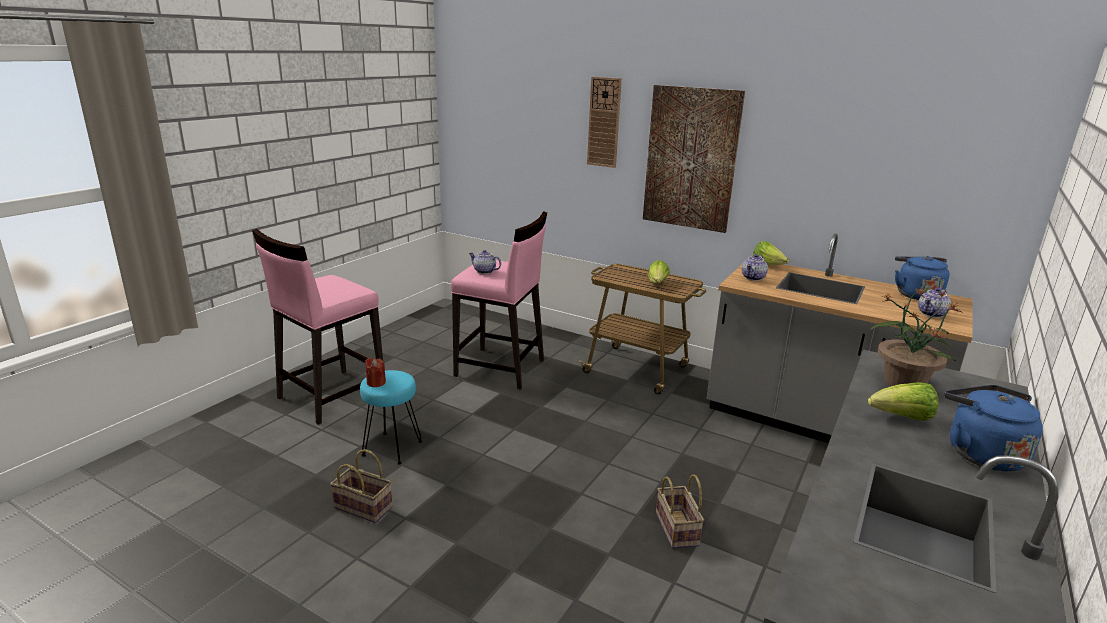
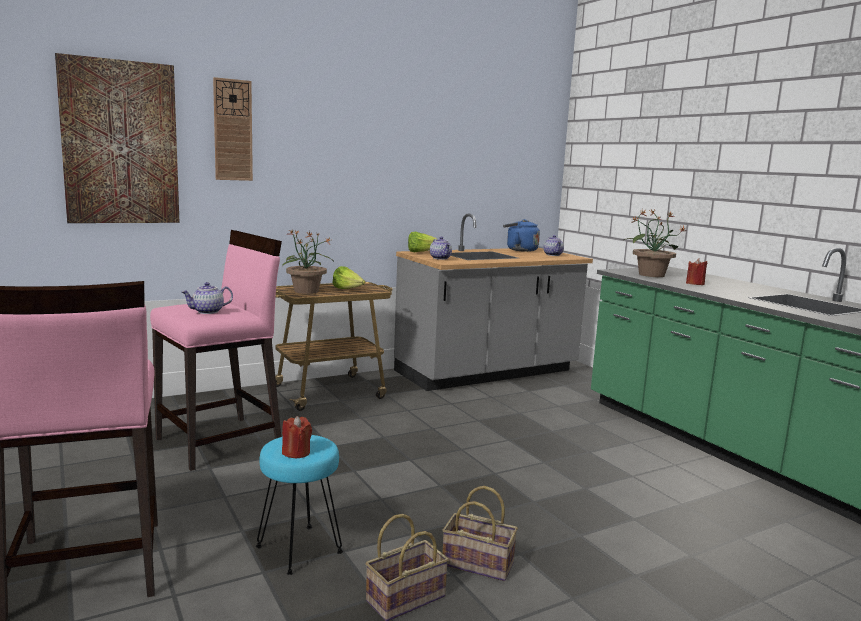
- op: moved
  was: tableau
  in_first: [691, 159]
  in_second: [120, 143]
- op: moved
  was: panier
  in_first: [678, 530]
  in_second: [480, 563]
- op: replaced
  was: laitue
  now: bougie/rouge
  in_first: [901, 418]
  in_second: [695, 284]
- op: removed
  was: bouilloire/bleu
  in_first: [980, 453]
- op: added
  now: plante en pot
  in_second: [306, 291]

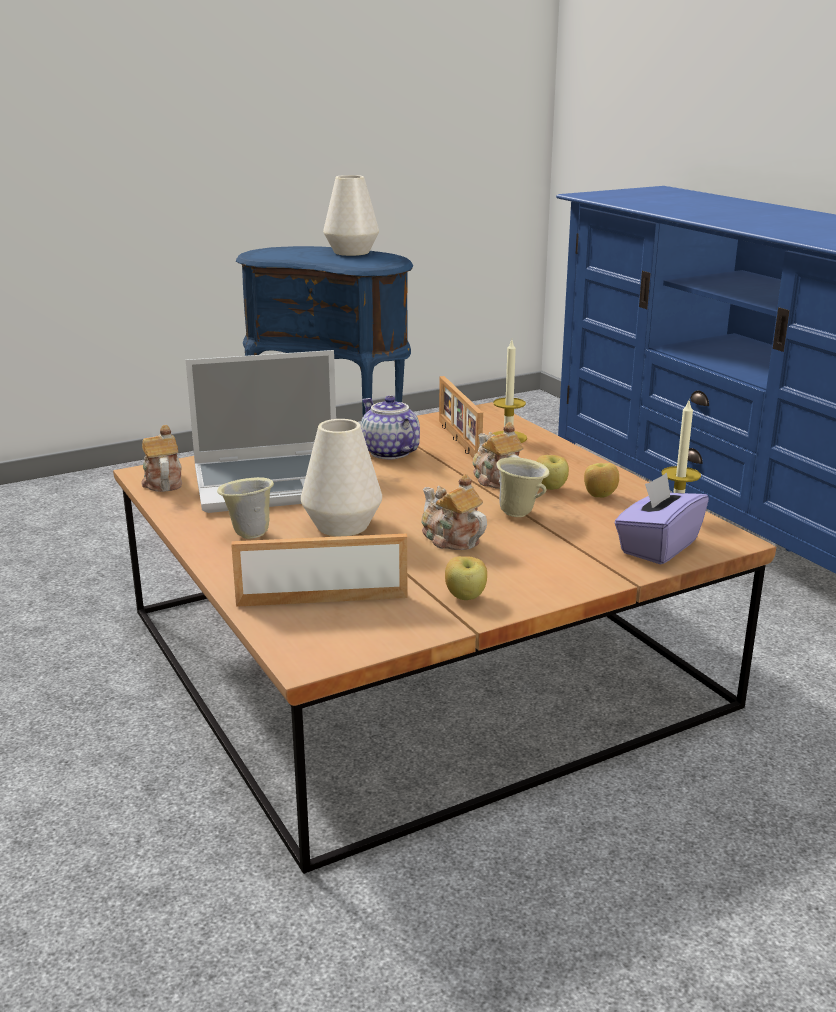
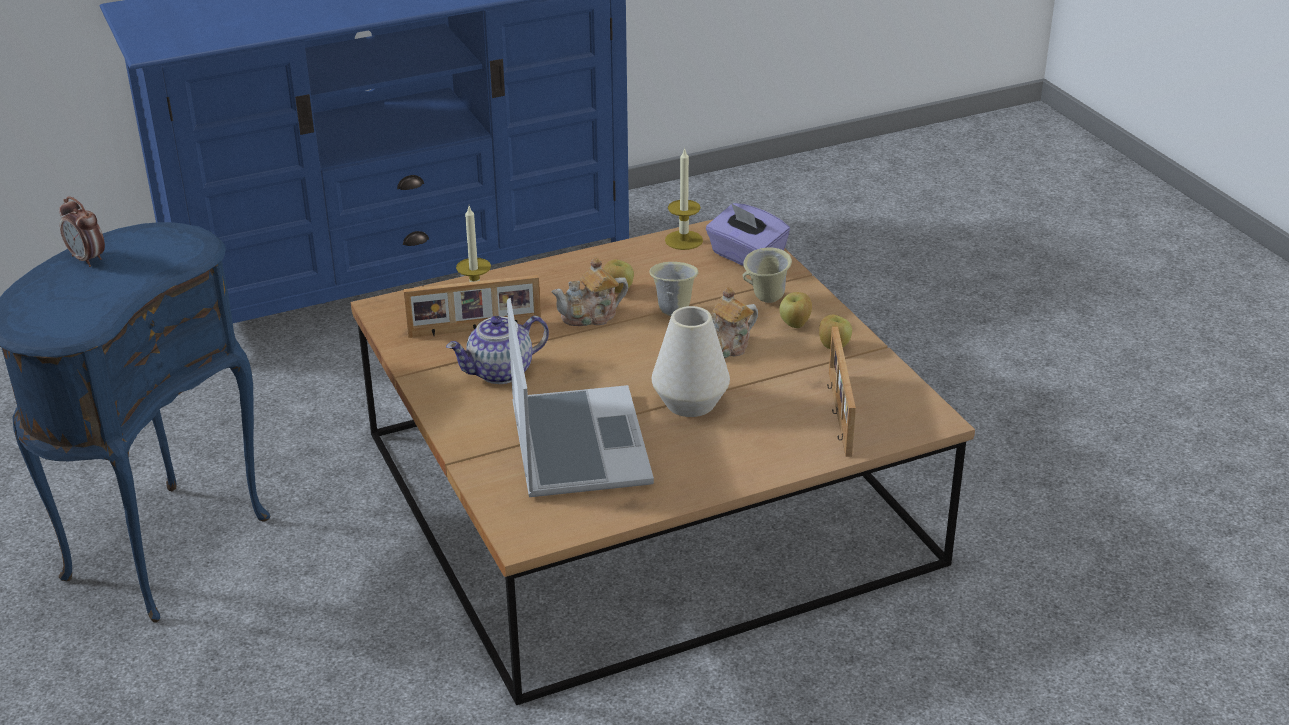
- op: removed
  was: théière
  in_first: [162, 482]
- op: moved
  was: mug/beige
  in_first: [248, 534]
  in_second: [766, 300]
- op: replaced
  was: vase/blanc
  now: réveil
  in_first: [351, 252]
  in_second: [87, 259]
- op: moved
  was: pomme
  in_first: [599, 496]
  in_second: [795, 325]

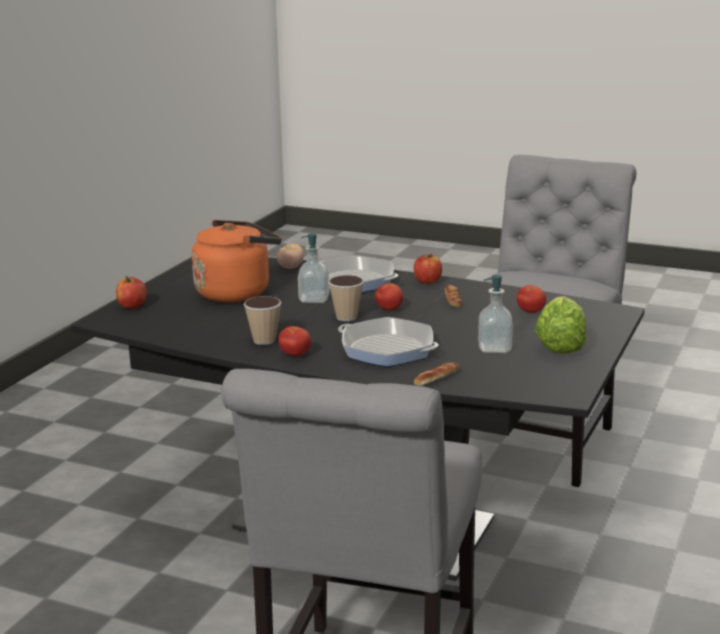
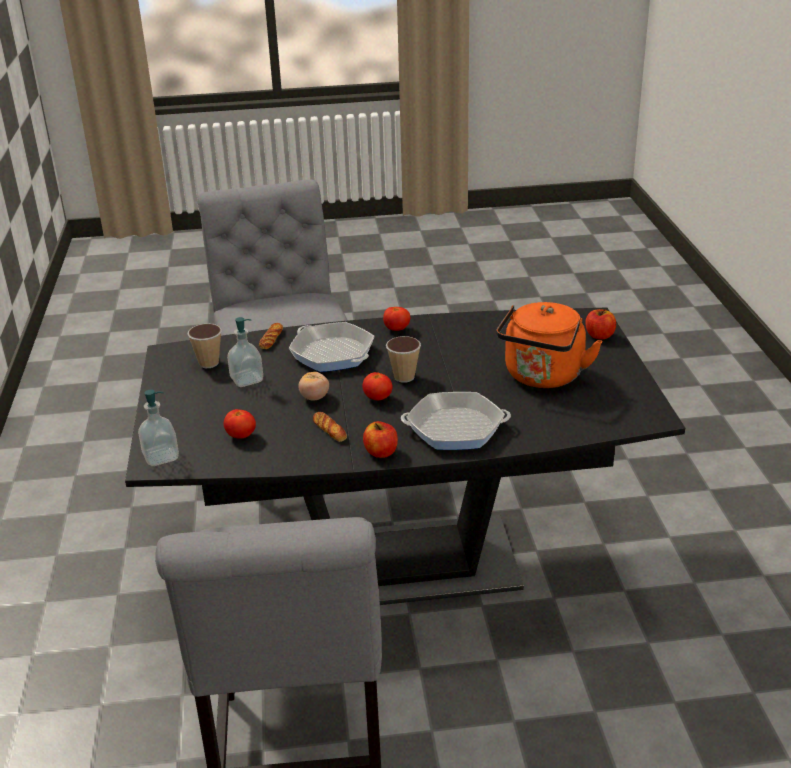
- op: moved
  was: tasse
  in_first: [264, 340]
  in_second: [209, 363]
- op: moved
  was: tomate
  in_first: [290, 267]
  in_second: [314, 397]
- op: moved
  was: distributeur de savon
  in_first: [314, 299]
  in_second: [161, 457]
- op: turned
  was: poêle
  in_first: [387, 349]
  in_second: [332, 353]
  clockwise: 45
- op: removed
  was: laitue
  in_first: [560, 346]

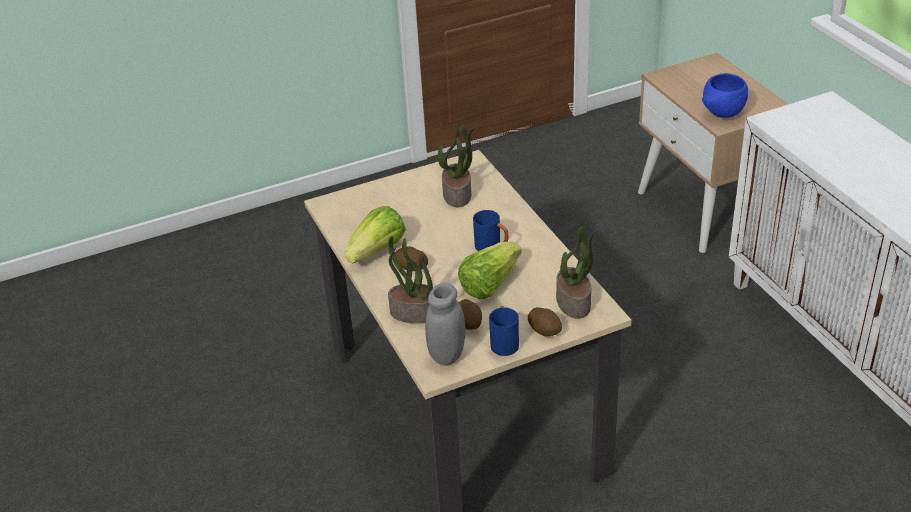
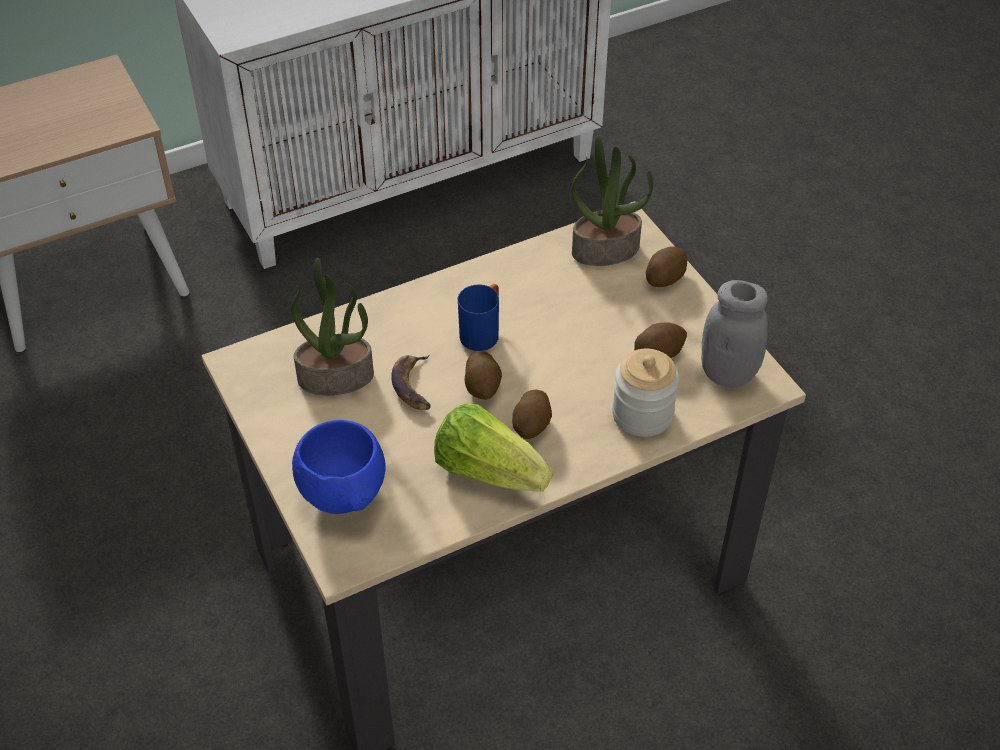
- op: replaced
  was: plante en pot
  now: bocal
  in_first: [414, 313]
  in_second: [642, 414]
- op: removed
  was: laitue
  in_first: [489, 284]
- op: removed
  was: mug/bleu
  in_first: [504, 342]
- op: moved
  was: bol/bleu
  in_first: [722, 114]
  in_second: [344, 497]
- op: added
  now: banane
  in_second: [413, 386]
- op: added
  now: pomme de terre
  in_second: [483, 387]

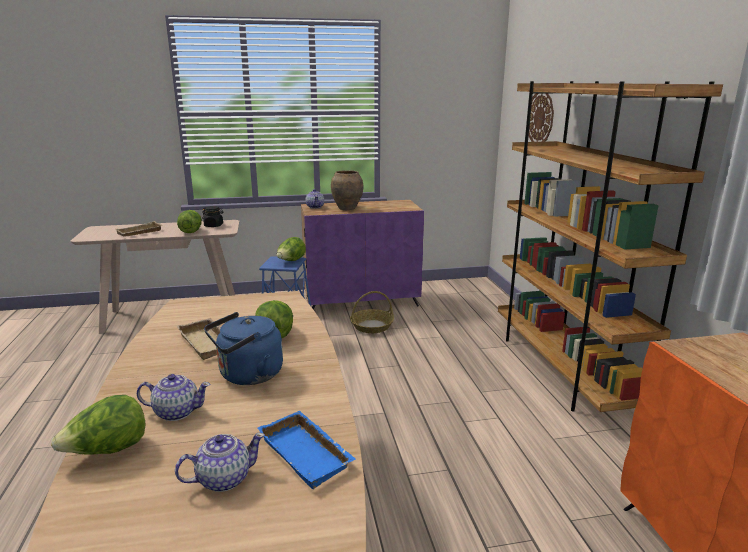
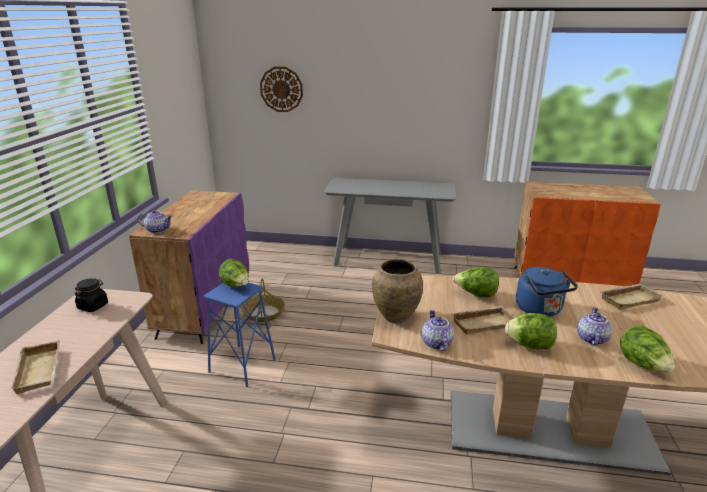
- op: moved
  was: théière
  in_first: [223, 479]
  in_second: [436, 343]
- op: moved
  was: laitue
  in_first: [191, 232]
  in_second: [529, 345]
- op: recoloured
  was: plateau/bleu
  now: plateau/beige
  in_first: [308, 453]
  in_second: [628, 299]
- op: moved
  was: vase/marron
  in_first: [347, 208]
  in_second: [395, 317]
- op: replaced
  was: bibliothèque/marron
  now: table console/gris
  in_first: [561, 369]
  in_second: [388, 259]

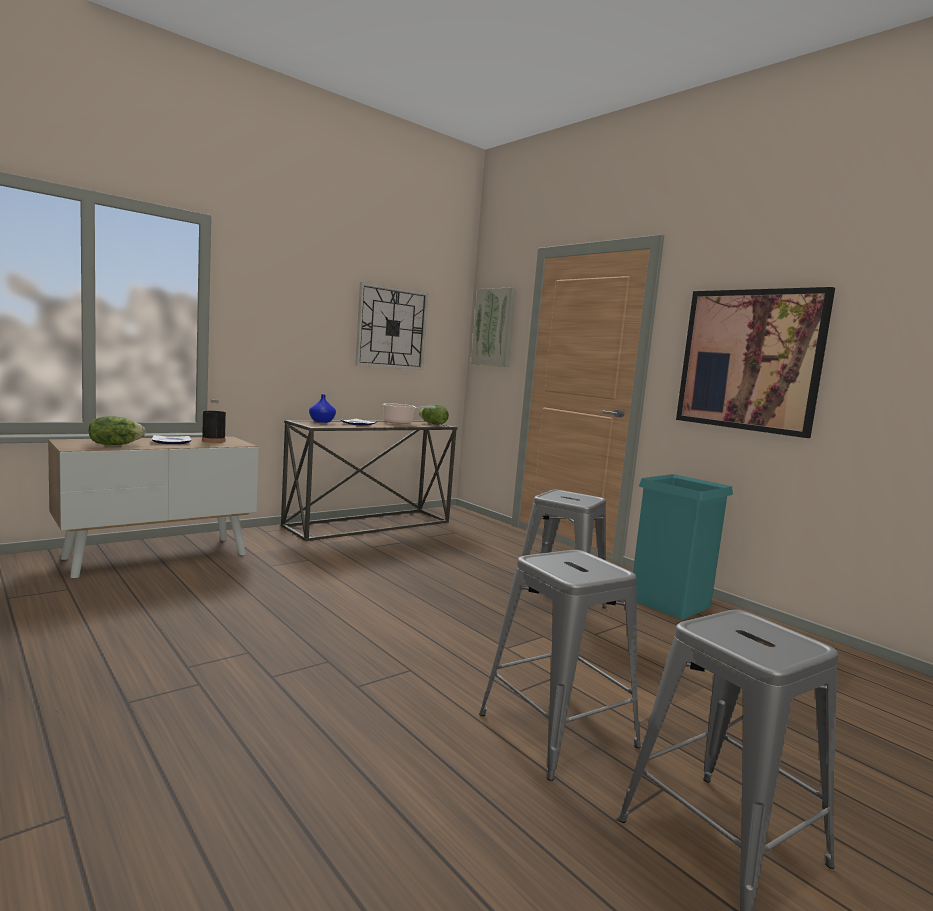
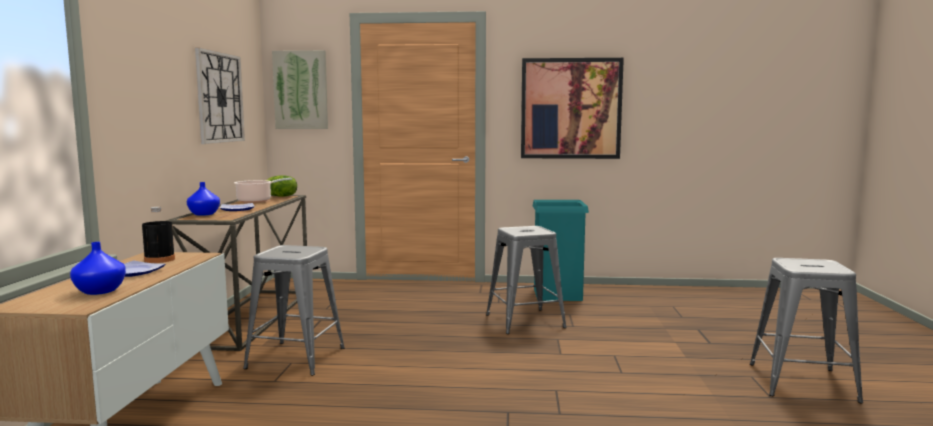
- op: replaced
  was: laitue
  now: vase/bleu
  in_first: [115, 445]
  in_second: [99, 291]
- op: moved
  was: tabouret/gris
  in_first: [558, 730]
  in_second: [296, 358]

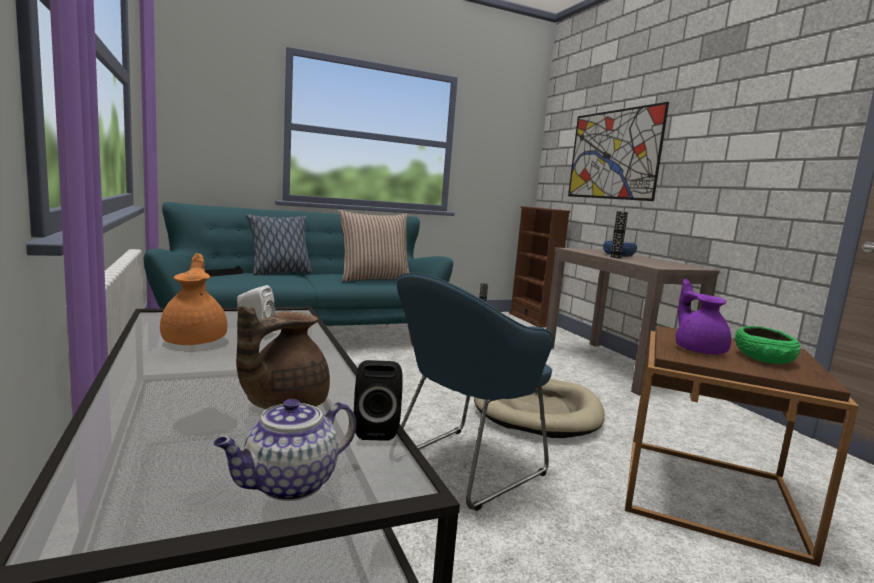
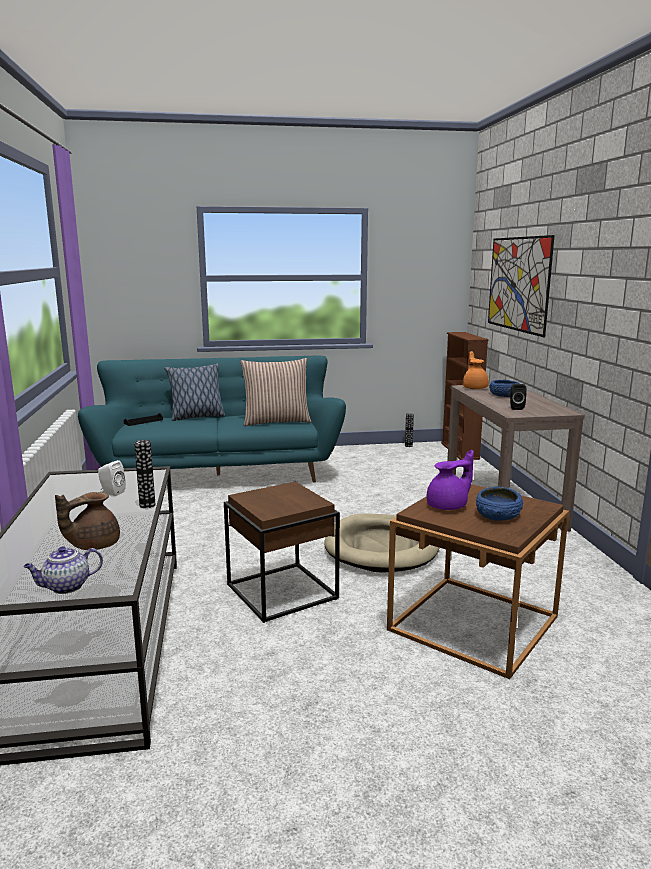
- op: moved
  was: théière/orange
  in_first: [196, 340]
  in_second: [475, 388]
- op: moved
  was: enceinte/noir
  in_first: [375, 429]
  in_second: [516, 408]
- op: replaced
  was: fauteuil/bleu
  now: table d'appoint/marron
  in_first: [461, 468]
  in_second: [280, 592]
- op: moved
  was: vase
  in_first: [615, 257]
  in_second: [147, 505]
- op: turned
  was: théière/violet
  in_first: [698, 350]
  in_second: [448, 506]
  clockwise: 60
- op: recoloured
  was: bol/vert
  now: bol/bleu
  in_first: [764, 358]
  in_second: [498, 514]

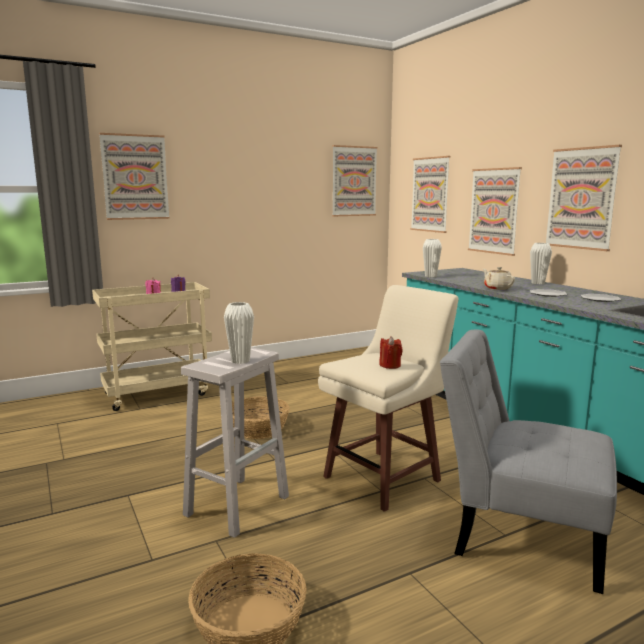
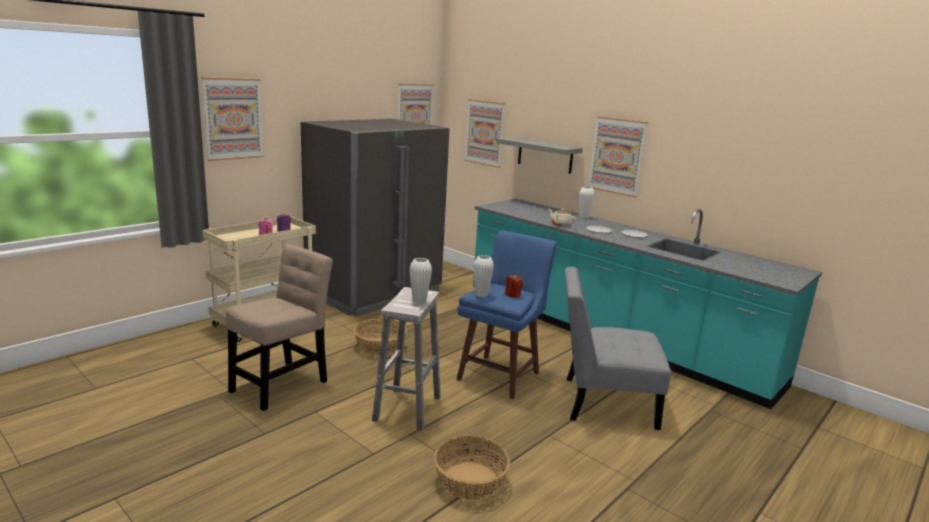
- op: recoloured
  was: tabouret/beige
  now: tabouret/bleu
  in_first: [385, 478]
  in_second: [500, 375]
- op: moved
  was: vase/blanc
  in_first: [430, 276]
  in_second: [481, 295]
- op: replaced
  was: tableau
  now: étagère/gris
  in_first: [494, 211]
  in_second: [545, 155]
- op: added
  now: chaise/beige
  in_second: [282, 383]
- op: added
  now: réfrigérateur/gris
  in_second: [375, 292]

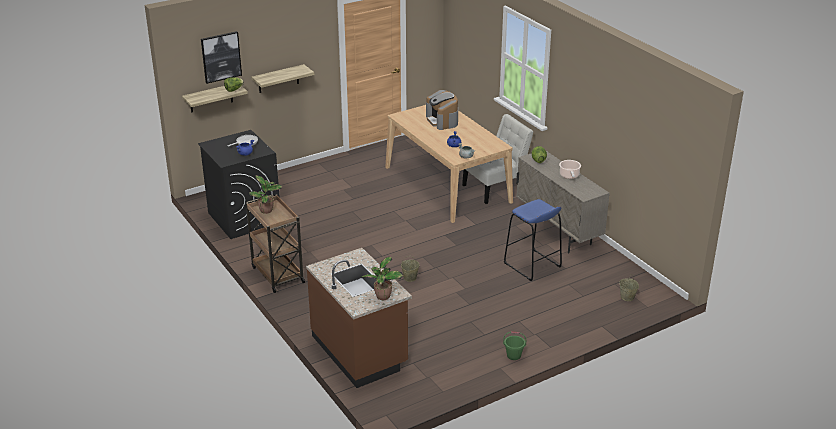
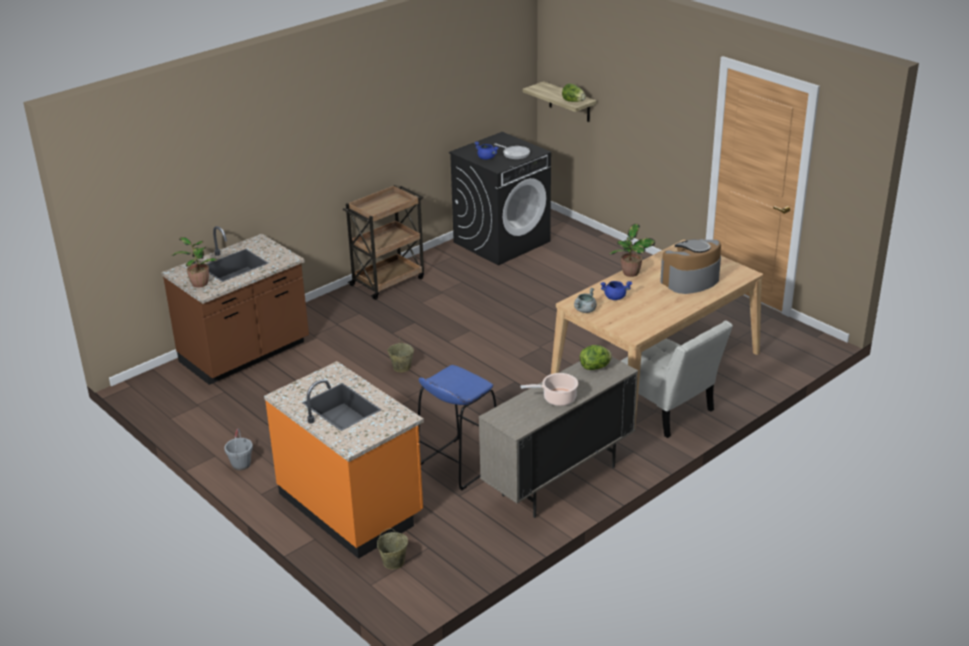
- op: removed
  was: tableau
  in_first: [221, 56]
- op: moved
  was: plante en pot
  in_first: [267, 210]
  in_second: [630, 273]
- op: removed
  was: étagère
  in_first: [278, 79]
- op: recoloured
  was: seau/vert
  now: seau/gris
  in_first: [513, 356]
  in_second: [241, 464]
- op: added
  now: comptoir de cuisine/orange
  in_second: [352, 505]

